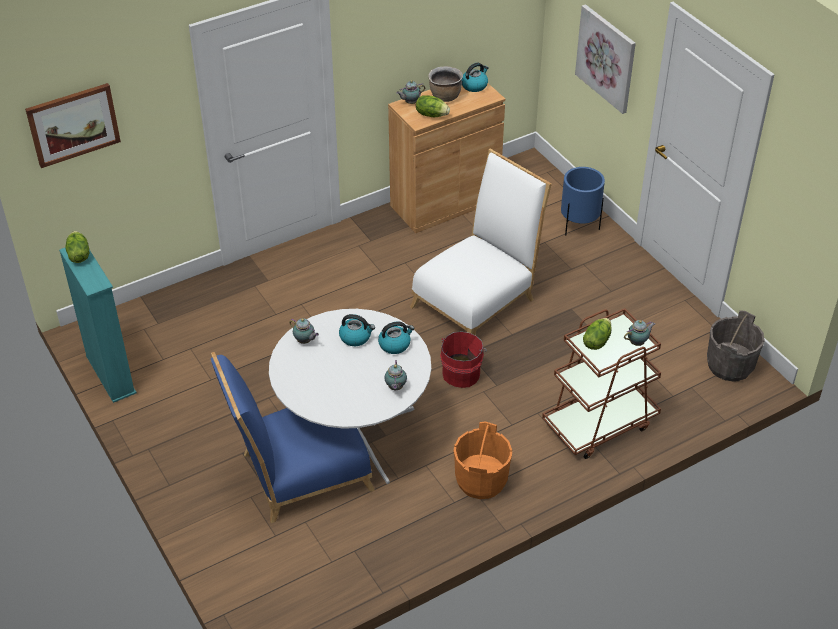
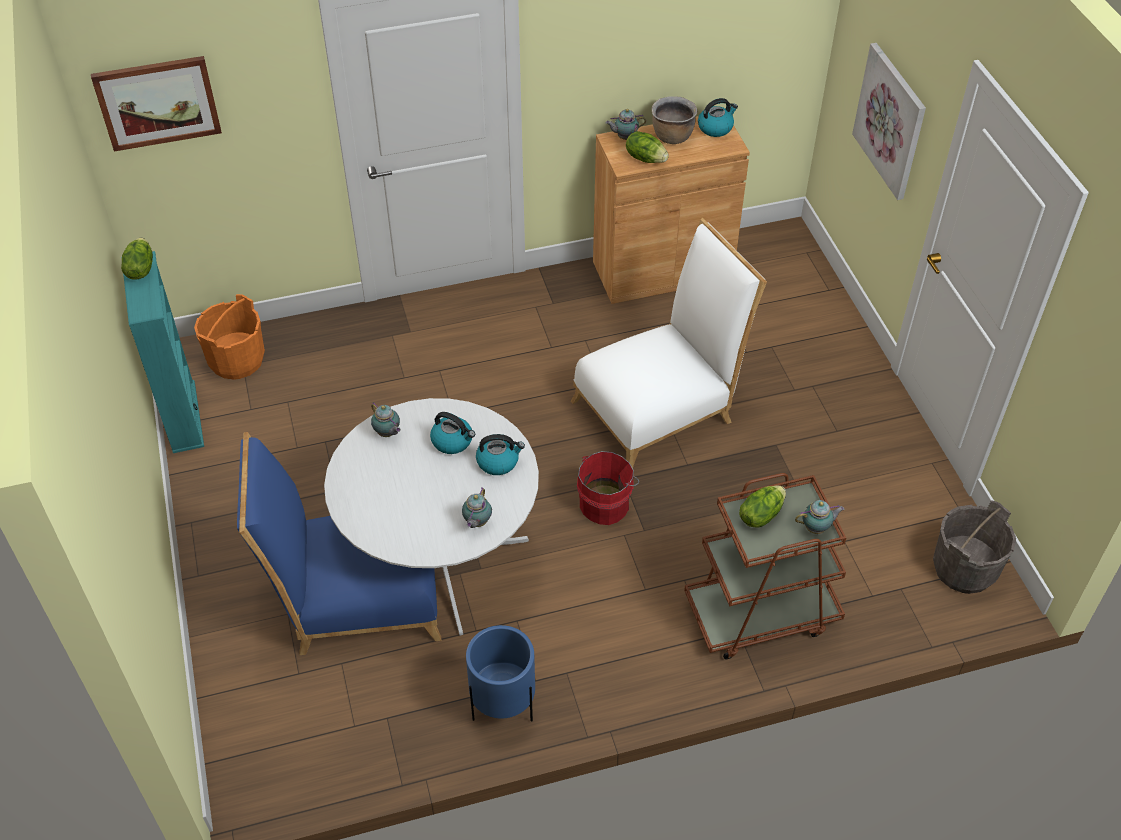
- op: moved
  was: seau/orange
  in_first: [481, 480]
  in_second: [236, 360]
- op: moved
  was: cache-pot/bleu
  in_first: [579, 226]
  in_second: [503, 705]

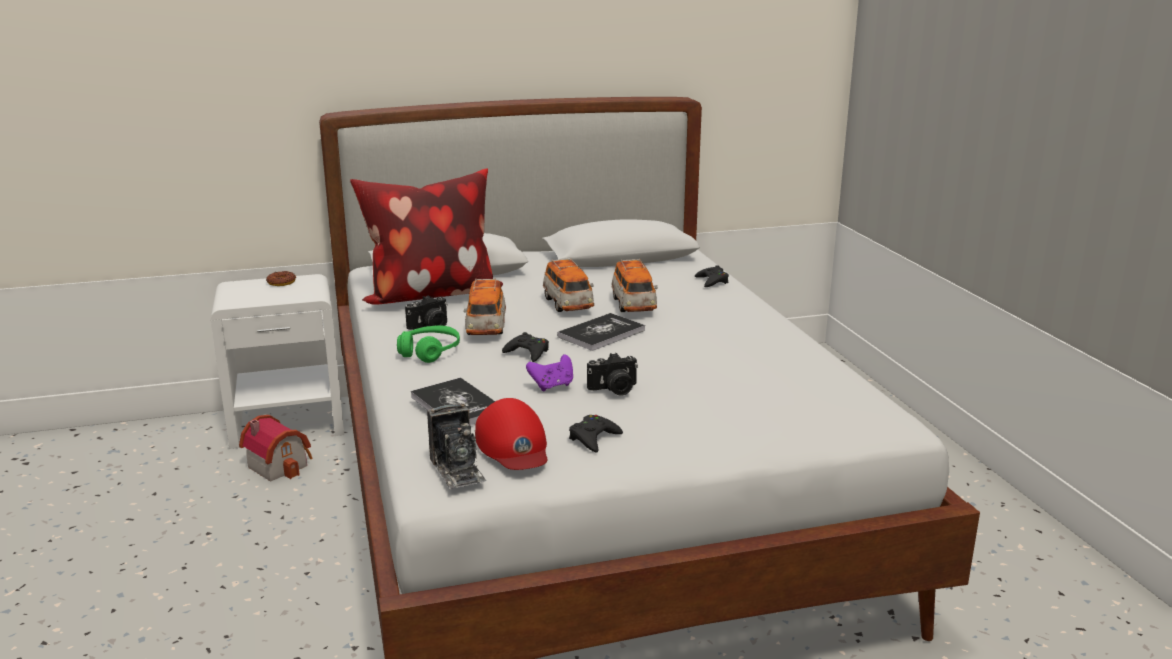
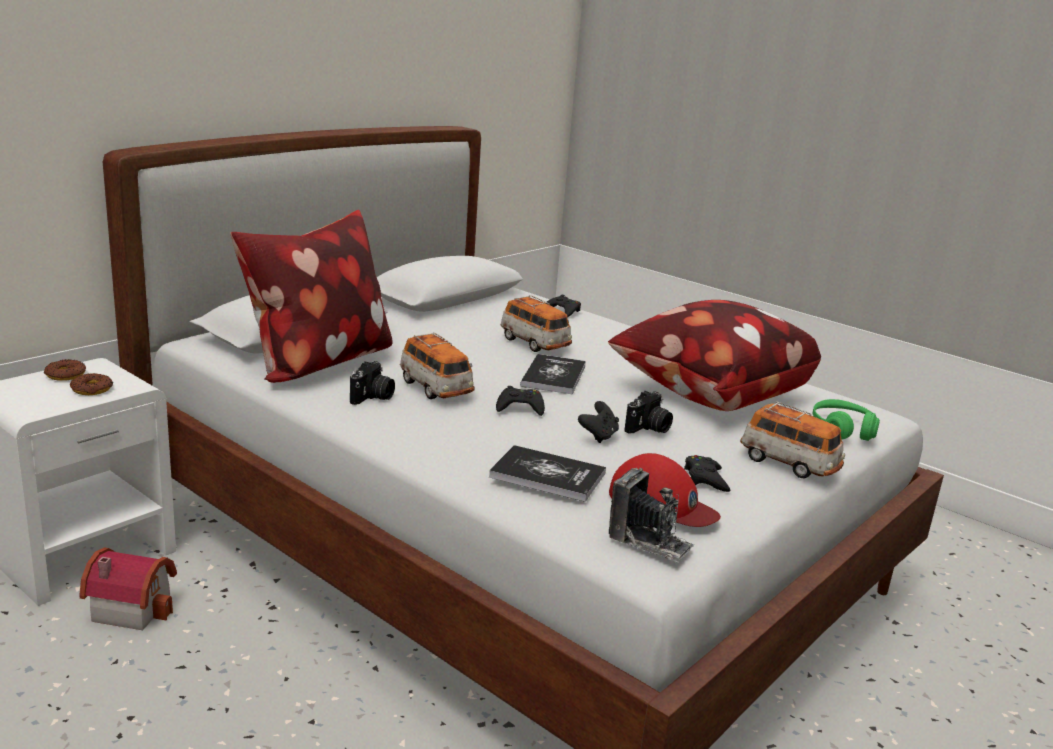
- op: moved
  was: casque audio/vert
  in_first: [430, 352]
  in_second: [842, 429]
- op: recoloured
  was: manette/violet
  now: manette/noir
  in_first: [552, 386]
  in_second: [598, 436]
- op: moved
  was: petite voiture
  in_first: [568, 304]
  in_second: [789, 464]
- op: added
  now: beignet
  in_second: [92, 389]
- op: added
  now: coussin
  in_second: [707, 395]

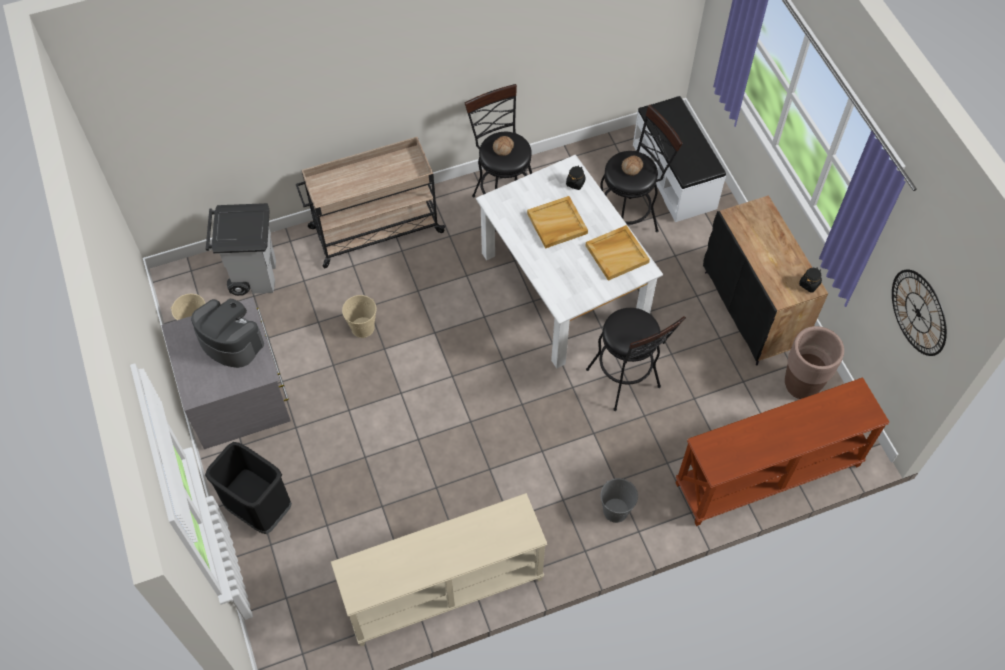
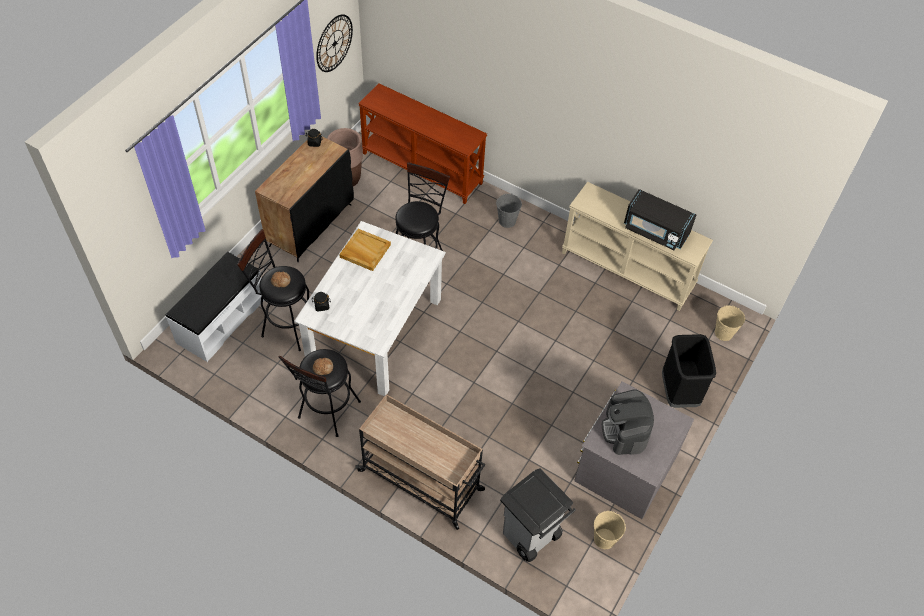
- op: moved
  was: seau/beige
  in_first: [362, 327]
  in_second: [723, 333]
- op: removed
  was: plateau/beige
  in_first: [557, 224]
- op: added
  now: micro-ondes/noir
  in_second: [655, 231]

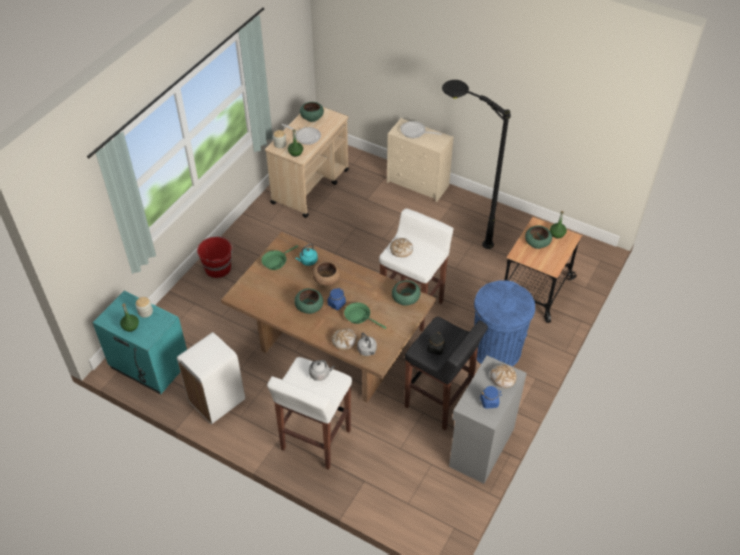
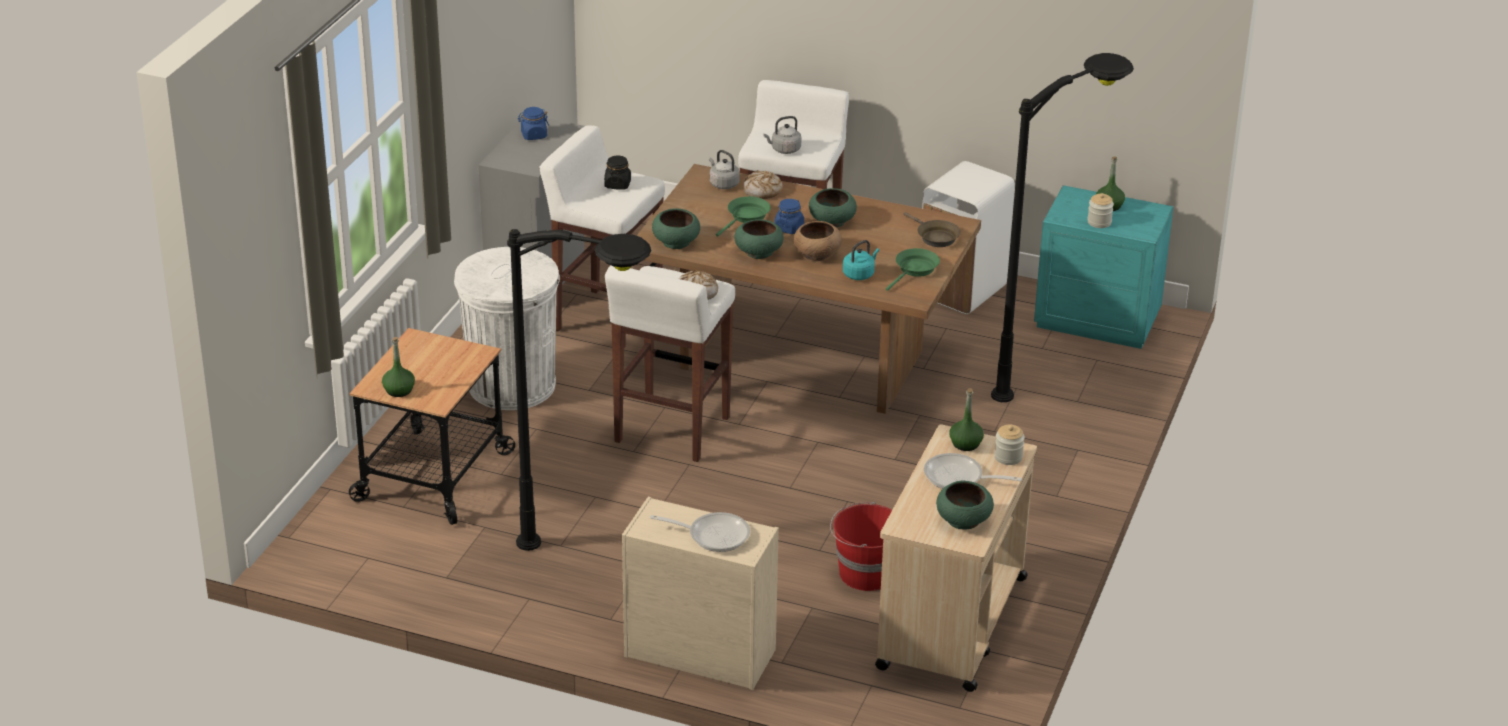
- op: moved
  was: seau/rouge
  in_first: [218, 268]
  in_second: [865, 573]
- op: turned
  was: poêle/vert
  in_first: [359, 317]
  in_second: [746, 217]
  clockwise: -75
- op: recoloured
  was: tabouret/noir
  now: tabouret/blanc
  in_first: [439, 401]
  in_second: [606, 319]
- op: recoloured
  was: poubelle/bleu
  now: poubelle/blanc
  in_first: [496, 350]
  in_second: [512, 385]
- op: removed
  was: pain
  in_first: [503, 378]
- op: moved
  was: bol/vert
  in_first: [537, 243]
  in_second: [758, 252]
- op: added
  now: poêle/marron
  in_second: [935, 237]
- op: added
  now: lampadaire/noir
  in_second: [1056, 373]

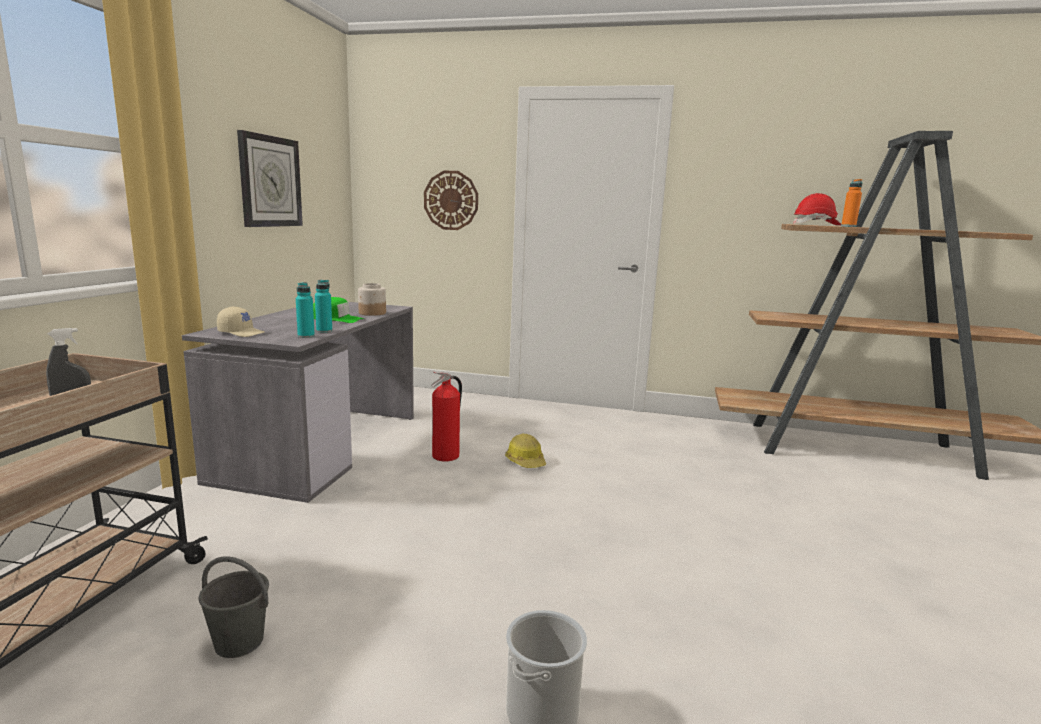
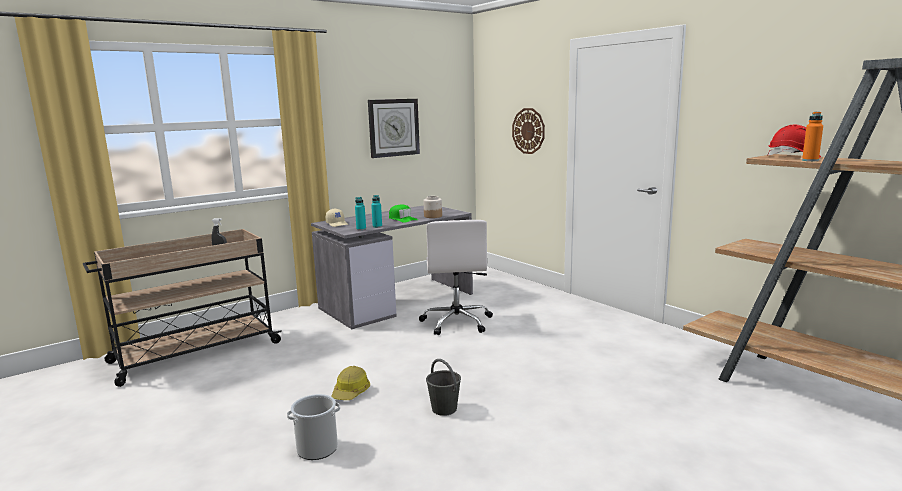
- op: moved
  was: seau/gris
  in_first: [238, 642]
  in_second: [444, 408]
- op: replaced
  was: extincteur
  now: chaise de bureau/blanc
  in_first: [446, 456]
  in_second: [457, 322]
- op: moved
  was: casque de chantier
  in_first: [526, 461]
  in_second: [351, 392]

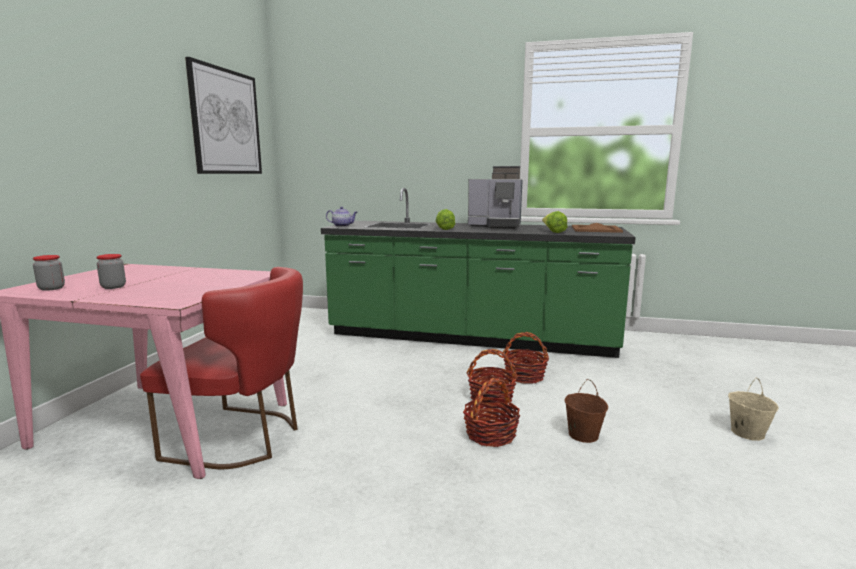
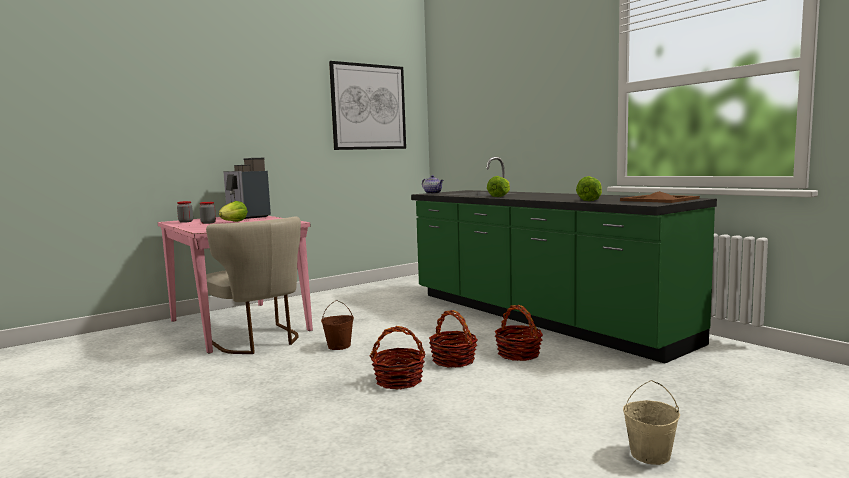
- op: recoloured
  was: chaise/rouge
  now: chaise/beige
  in_first: [243, 438]
  in_second: [259, 341]
- op: moved
  was: machine à café
  in_first: [496, 226]
  in_second: [245, 217]
- op: moved
  was: seau/marron
  in_first: [582, 434]
  in_second: [339, 346]
- op: added
  now: laitue
  in_second: [233, 222]

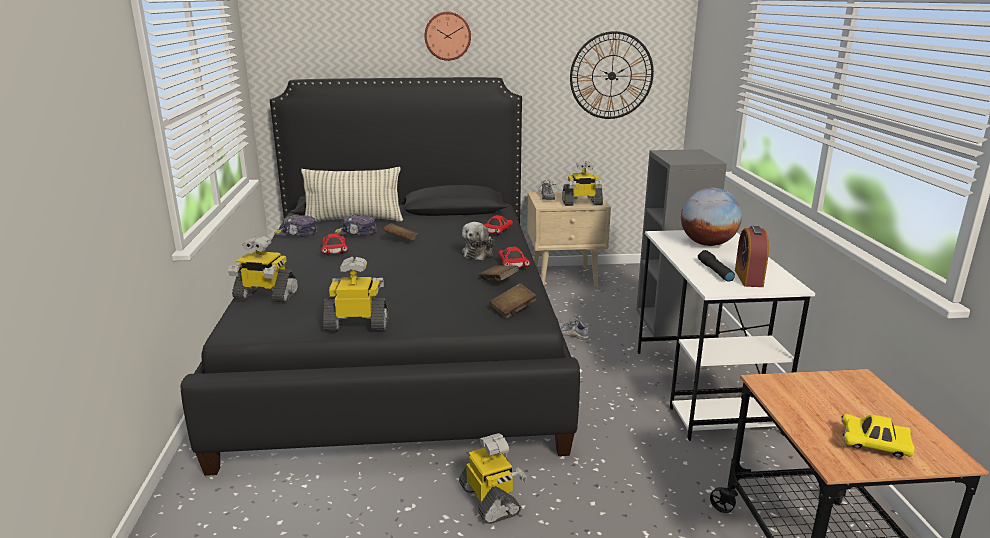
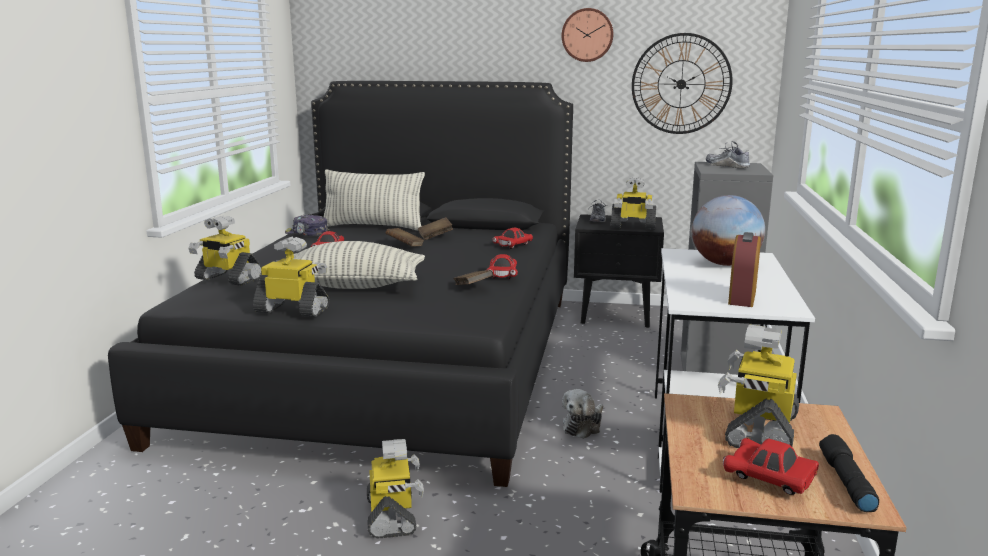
- op: removed
  was: casquette
  in_first: [356, 233]
- op: moved
  was: horloge murale
  in_first: [447, 36]
  in_second: [587, 35]
- op: moved
  was: peluche
  in_first: [479, 253]
  in_second: [583, 426]
- op: moved
  was: livre/marron
  in_first: [513, 310]
  in_second: [435, 237]
- op: recoloured
  was: table de chevet/beige
  now: table de chevet/noir
  in_first: [565, 277]
  in_second: [616, 315]
- op: moved
  was: chaussure
  in_first: [571, 334]
  in_second: [726, 166]
- op: moved
  was: lampe de poche/noir
  in_first: [714, 271]
  in_second: [845, 482]
- op: recoloured
  was: petite voiture/jaune
  now: petite voiture/rouge
  in_first: [874, 445]
  in_second: [769, 479]
- op: added
  now: coussin
  in_second: [352, 286]
- op: added
  now: robot jouet
  in_second: [759, 430]

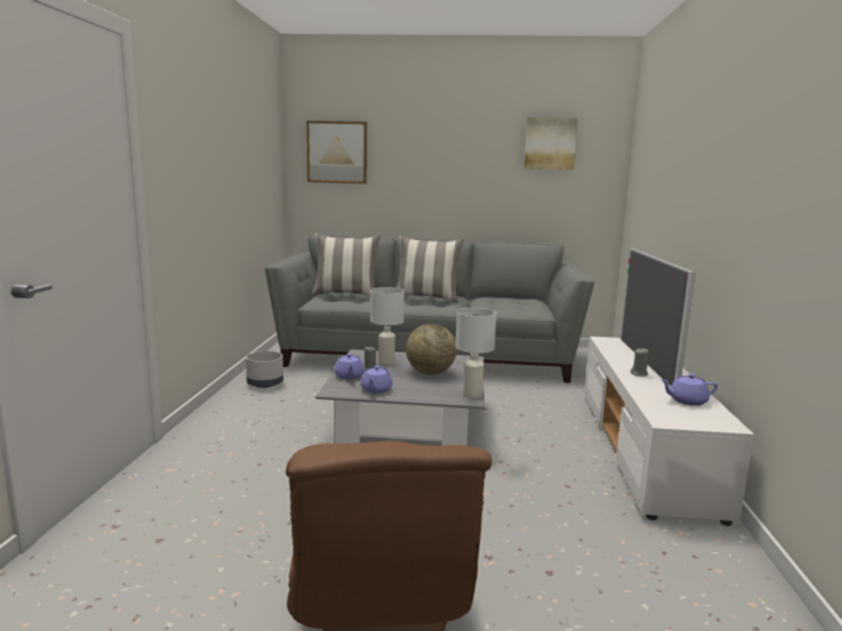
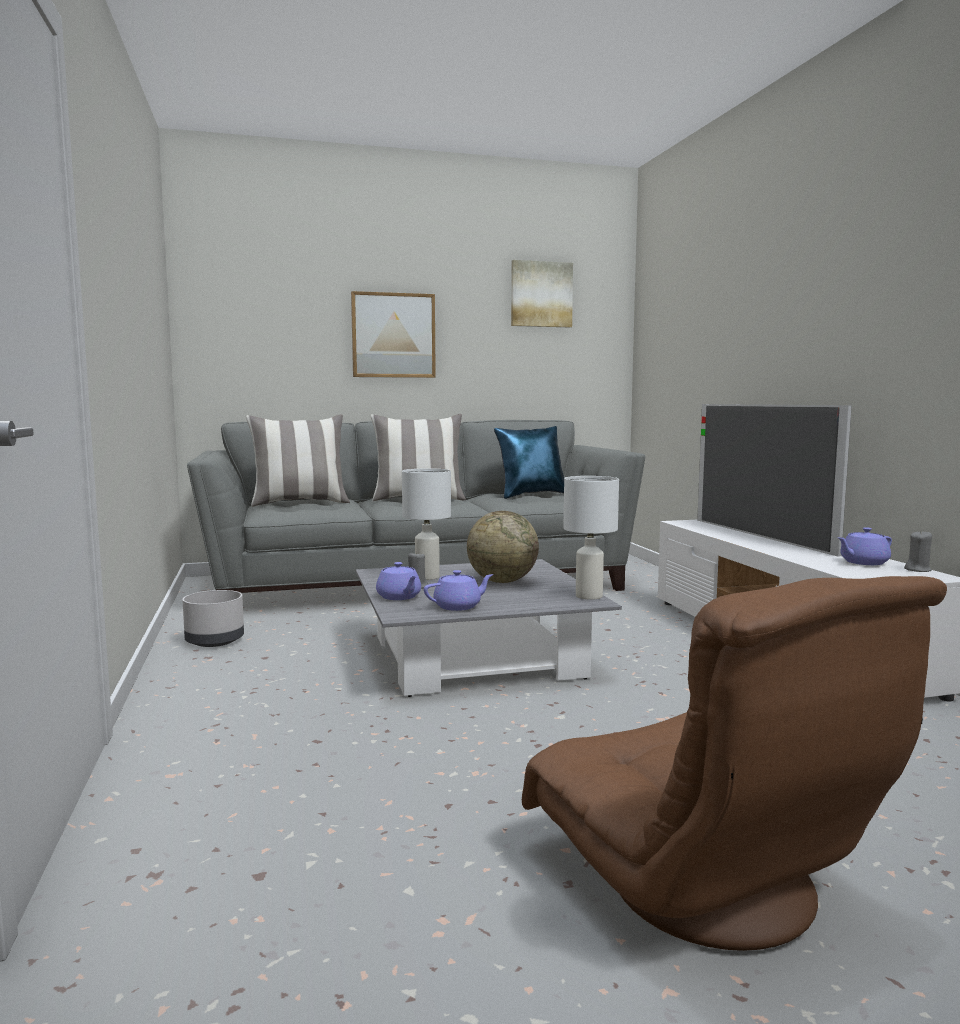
- op: moved
  was: tableau
  in_first: [337, 152]
  in_second: [393, 335]
- op: turned
  was: théière/violet
  in_first: [376, 390]
  in_second: [458, 606]
  clockwise: -105
- op: moved
  was: bougie/gris
  in_first: [639, 374]
  in_second: [918, 570]
- op: added
  now: coussin/bleu
  in_second: [531, 495]

